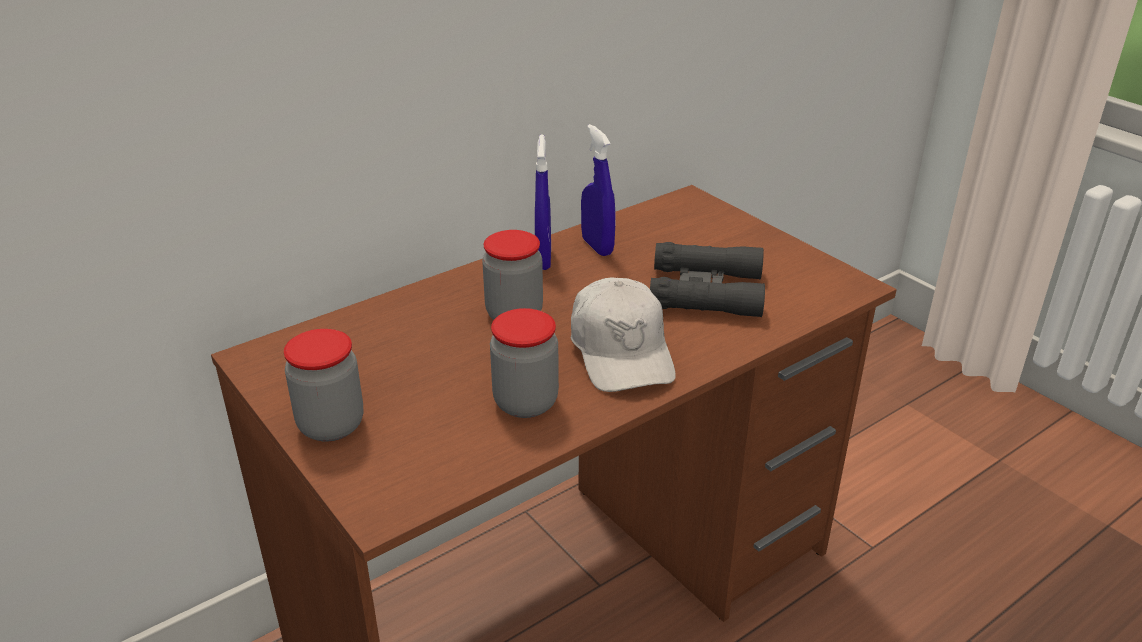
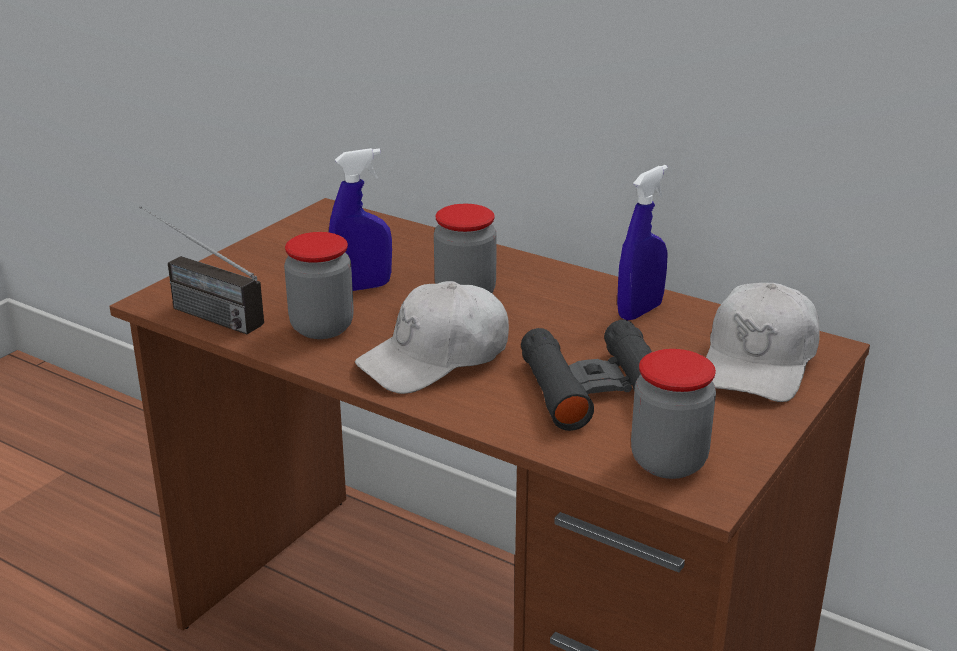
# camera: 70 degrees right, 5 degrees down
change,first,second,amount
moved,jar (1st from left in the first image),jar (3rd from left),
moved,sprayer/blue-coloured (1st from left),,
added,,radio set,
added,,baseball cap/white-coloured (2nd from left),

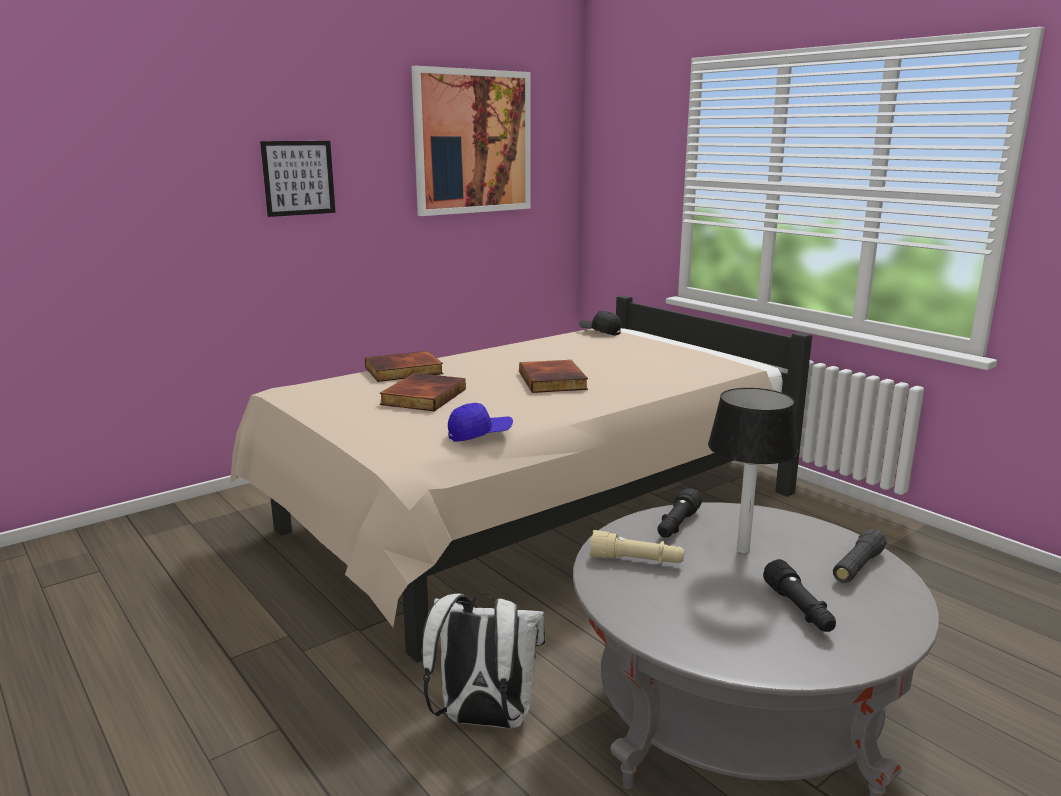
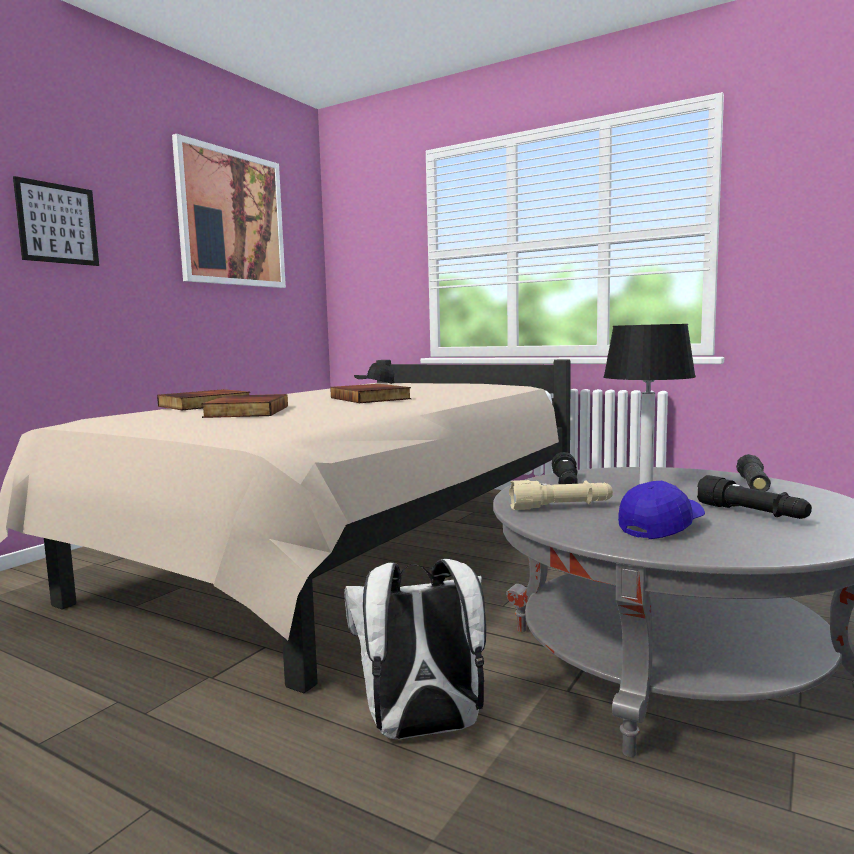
# camera: 20 degrees left, 10 degrees down
change,first,second,amount
moved,baseball cap/blue-coloured,,

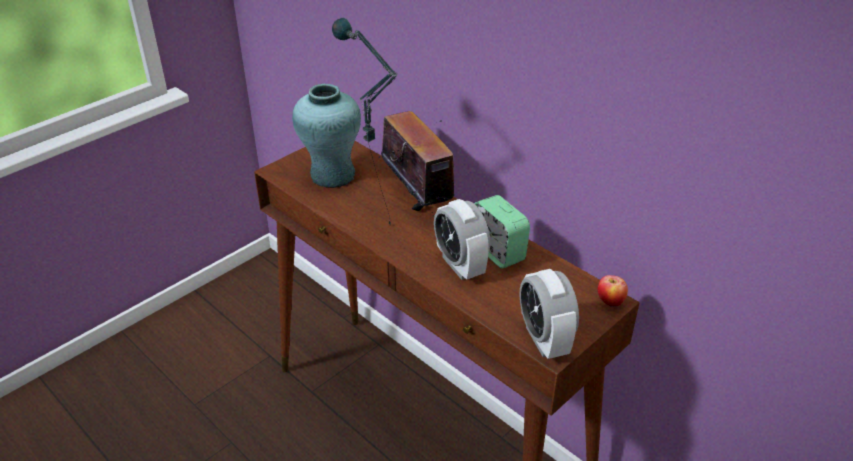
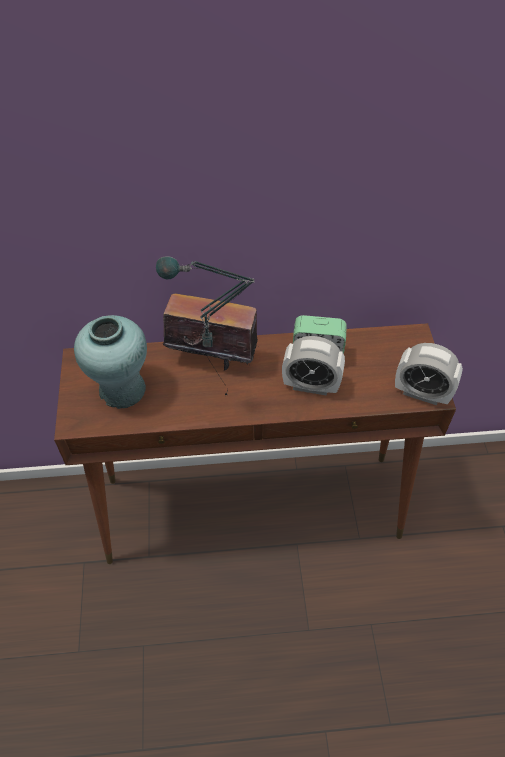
# camera: 50 degrees left, 15 degrees up
change,first,second,amount
removed,whole apple,,

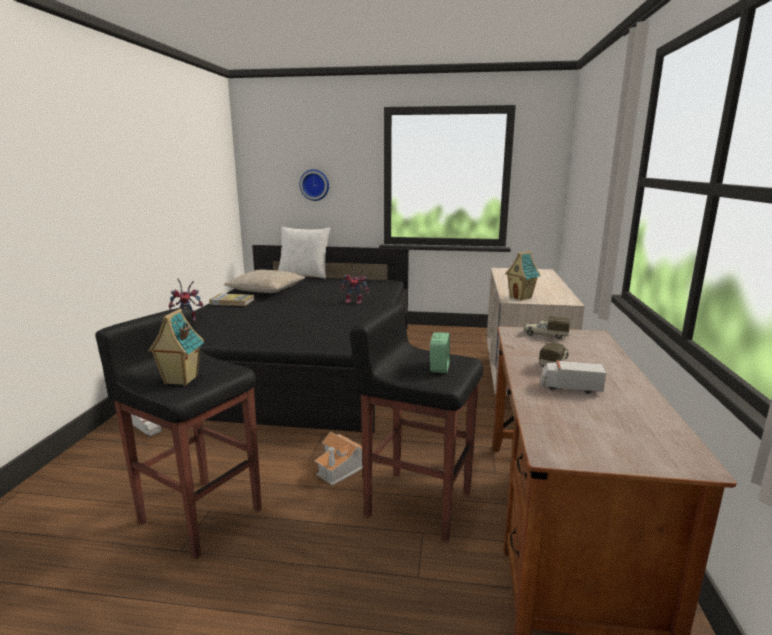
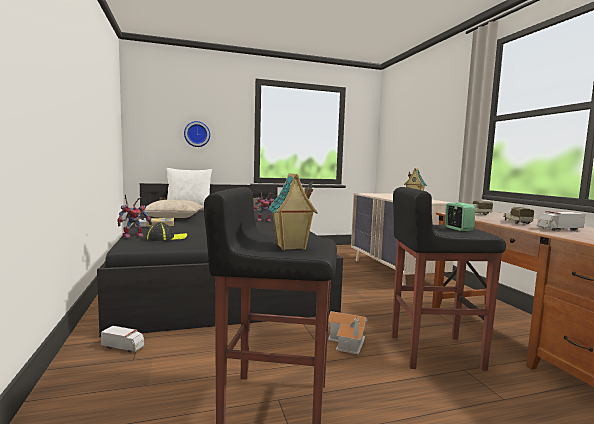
# camera: 25 degrees left, 10 degrees down
change,first,second,amount
added,,baseball cap,

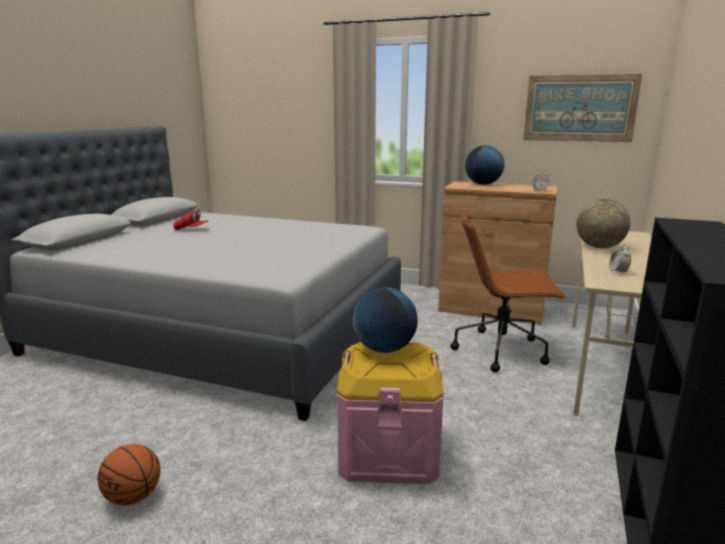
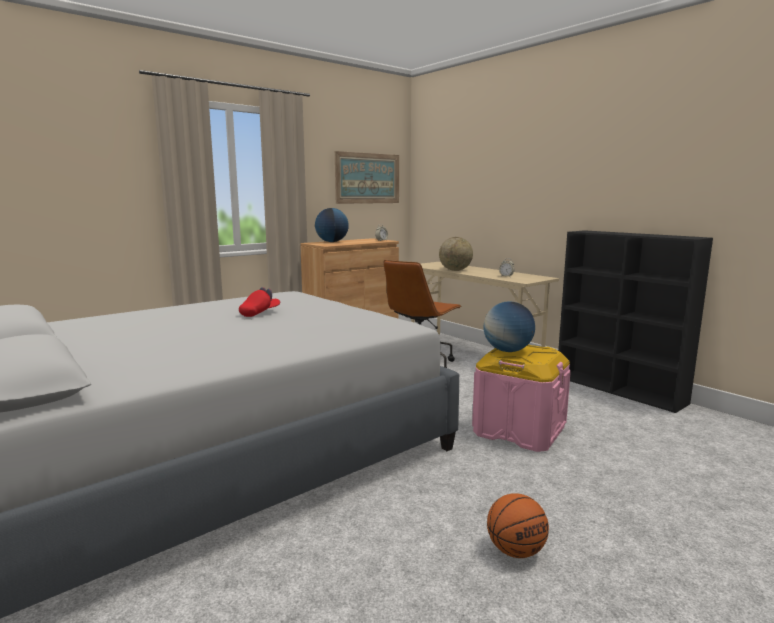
# camera: 60 degrees left, 5 degrees down
change,first,second,amount
moved,baseball cap/red,,

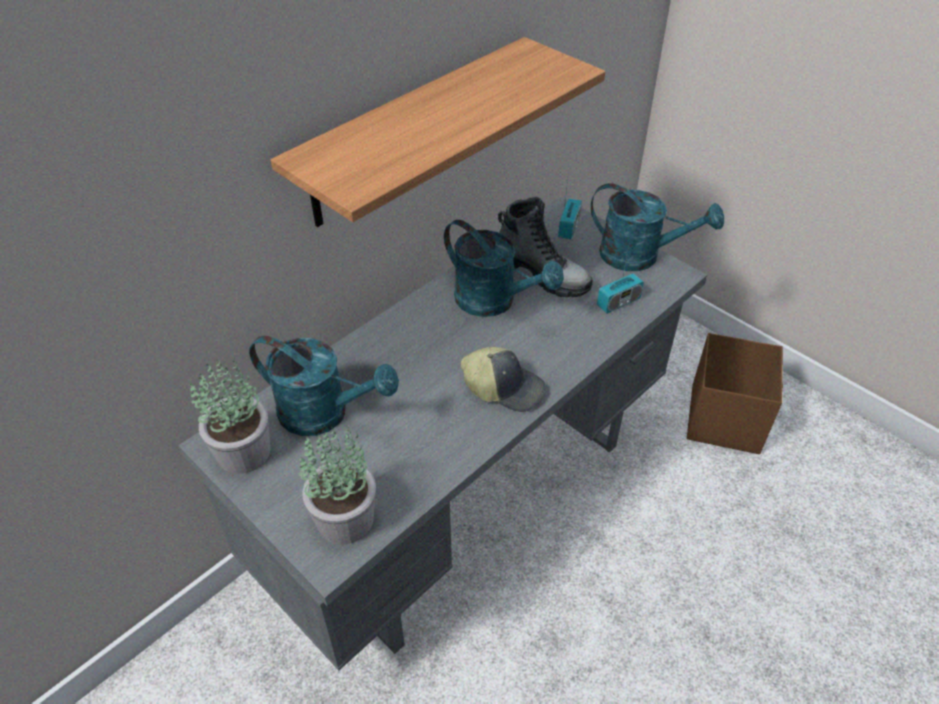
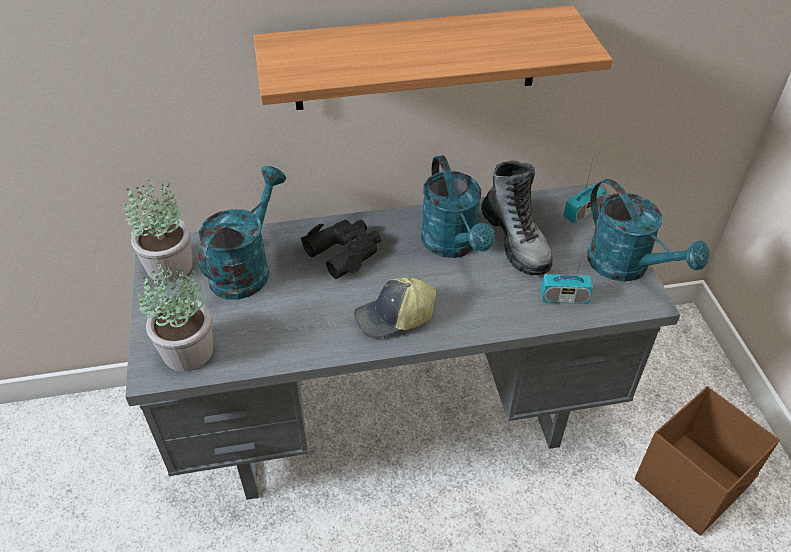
# camera: 35 degrees right, 0 degrees up
change,first,second,amount
turned,watering can/blue-green (1st from left),,120 degrees counterclockwise
turned,baseball cap,,105 degrees clockwise
added,,binoculars/blackish,

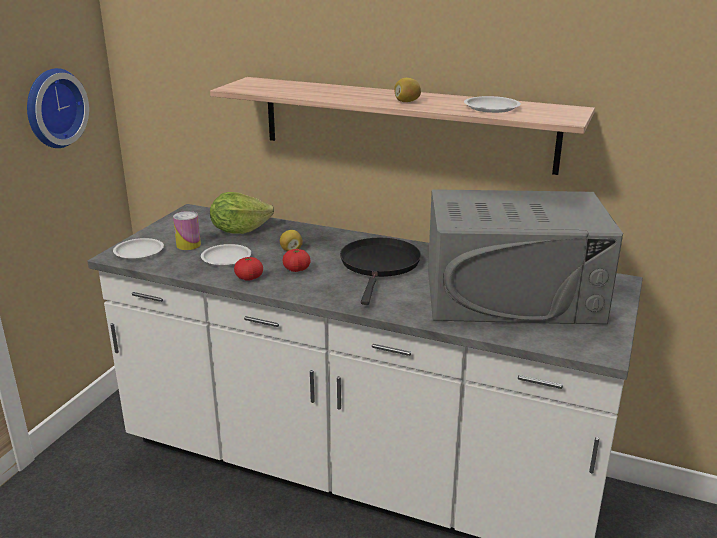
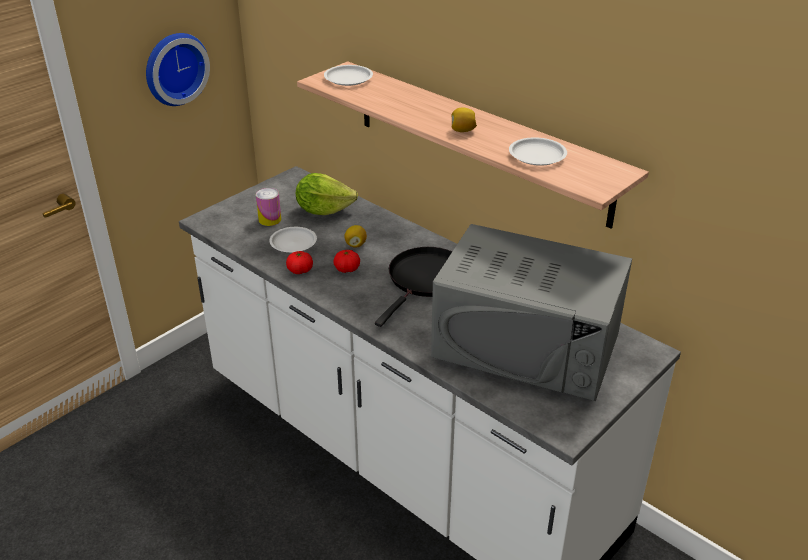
# camera: 20 degrees right, 10 degrees up
change,first,second,amount
moved,flat dish/white-coloured (1st from left in the first image),flat dish/white-coloured (2nd from left),

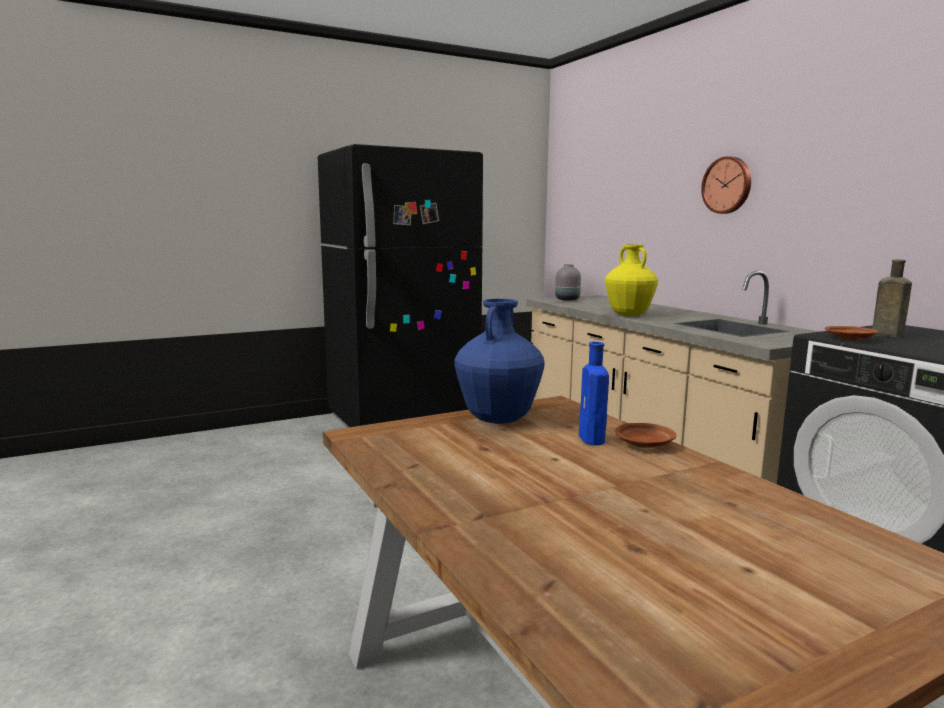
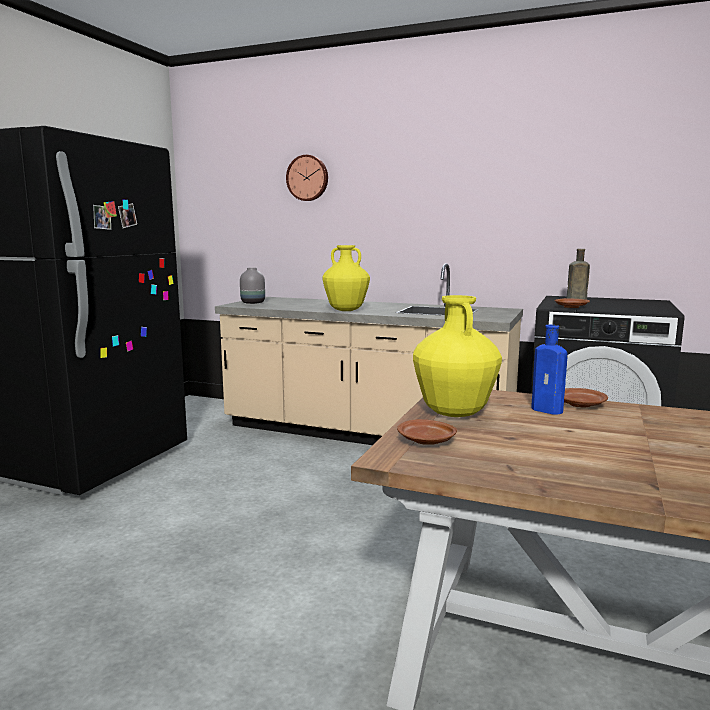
# camera: 40 degrees left, 0 degrees up
change,first,second,amount
recoloured,decorative vase/blue-coloured,decorative vase/yellow-coloured (2nd from left),
moved,wall clock,,
added,,flat dish/brown-coloured (1st from left),

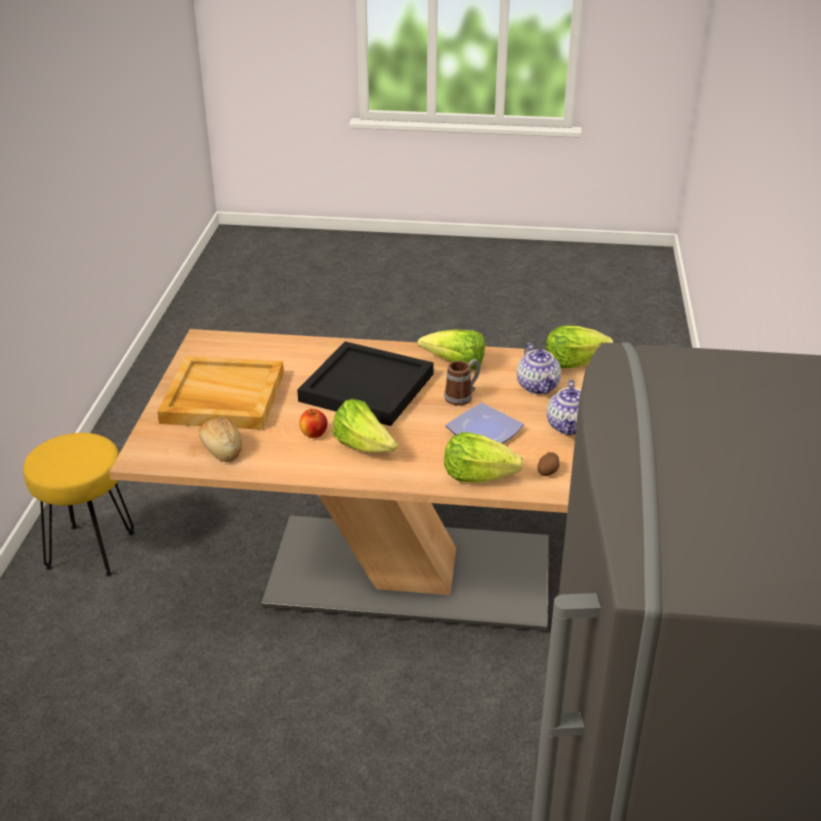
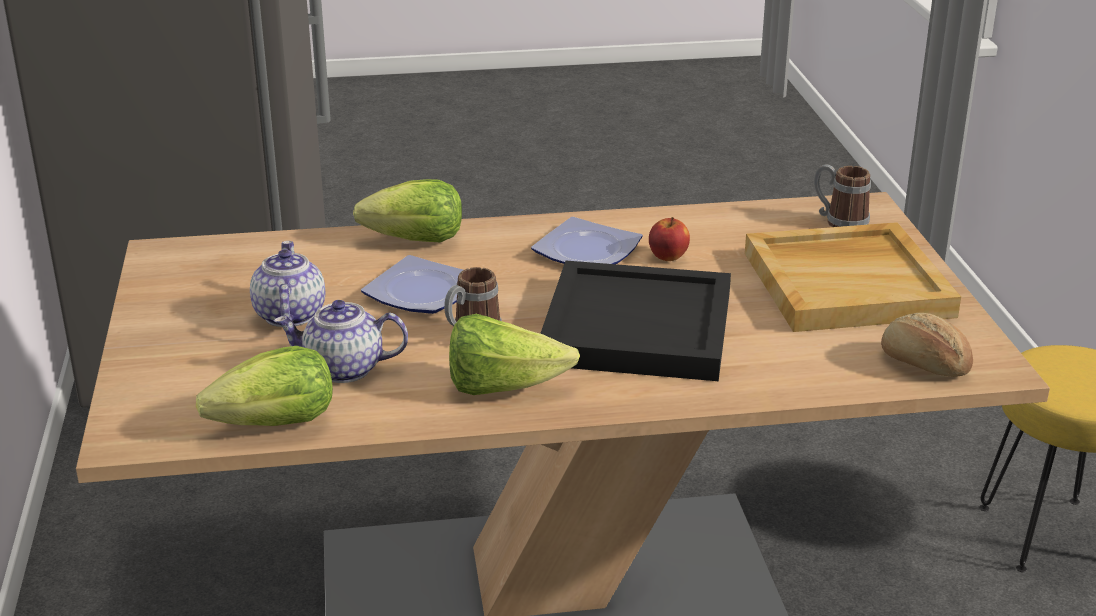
# camera: 165 degrees right, 5 degrees down
change,first,second,amount
moved,bakery bread,,
replaced,lettuce head (1st from left),flat dish (2nd from left),
turned,teapot (1st from left in the first image),teapot (2nd from left),60 degrees counterclockwise
removed,spud,,
added,,mug (2nd from left),

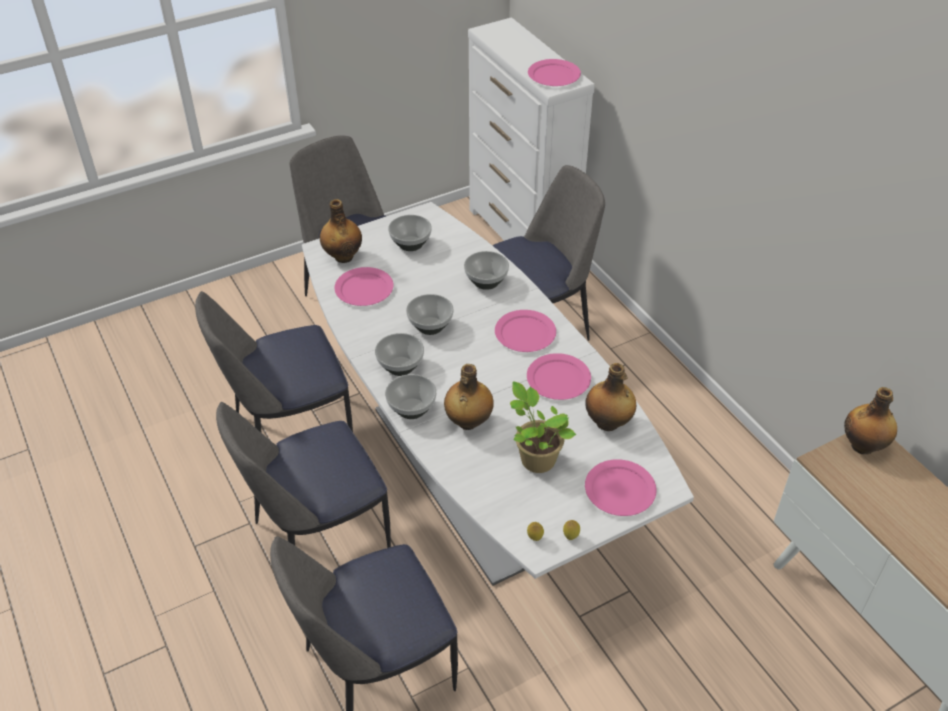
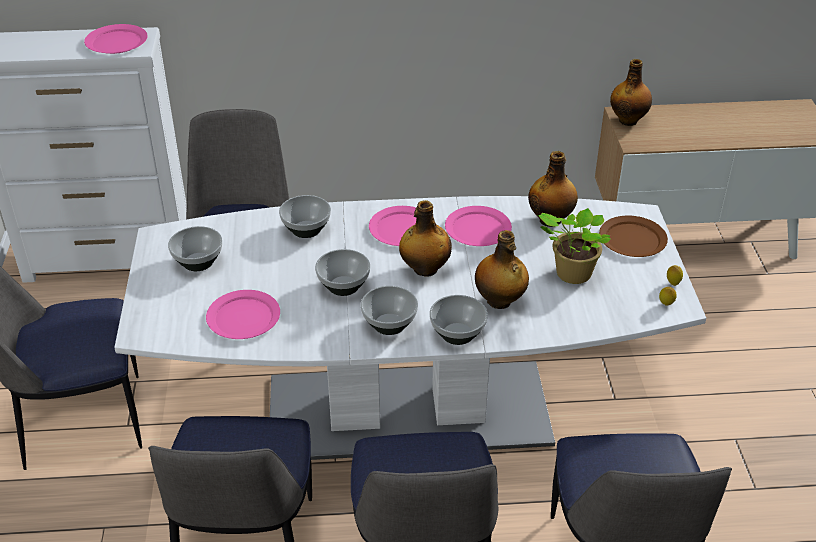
# camera: 65 degrees left, 5 degrees down
change,first,second,amount
moved,beverage bottle (1st from left),,
recoloured,flat dish/pink-coloured (5th from left),flat dish/brown-coloured,

